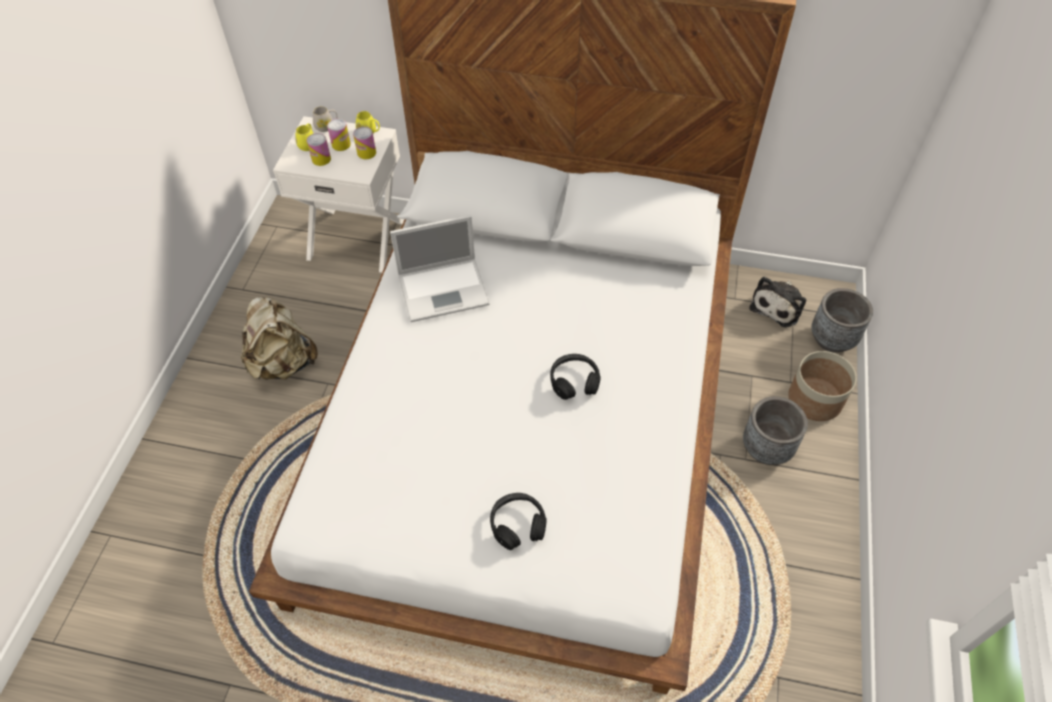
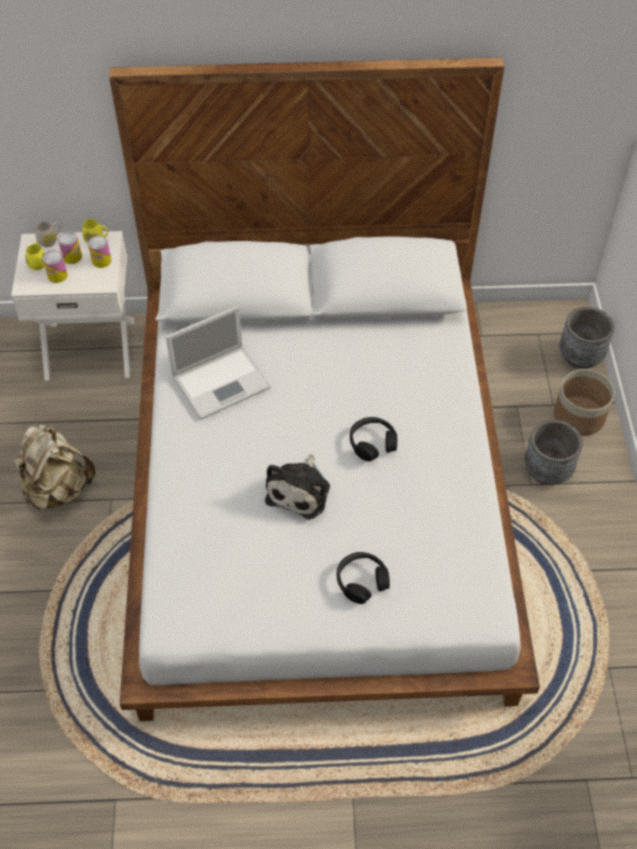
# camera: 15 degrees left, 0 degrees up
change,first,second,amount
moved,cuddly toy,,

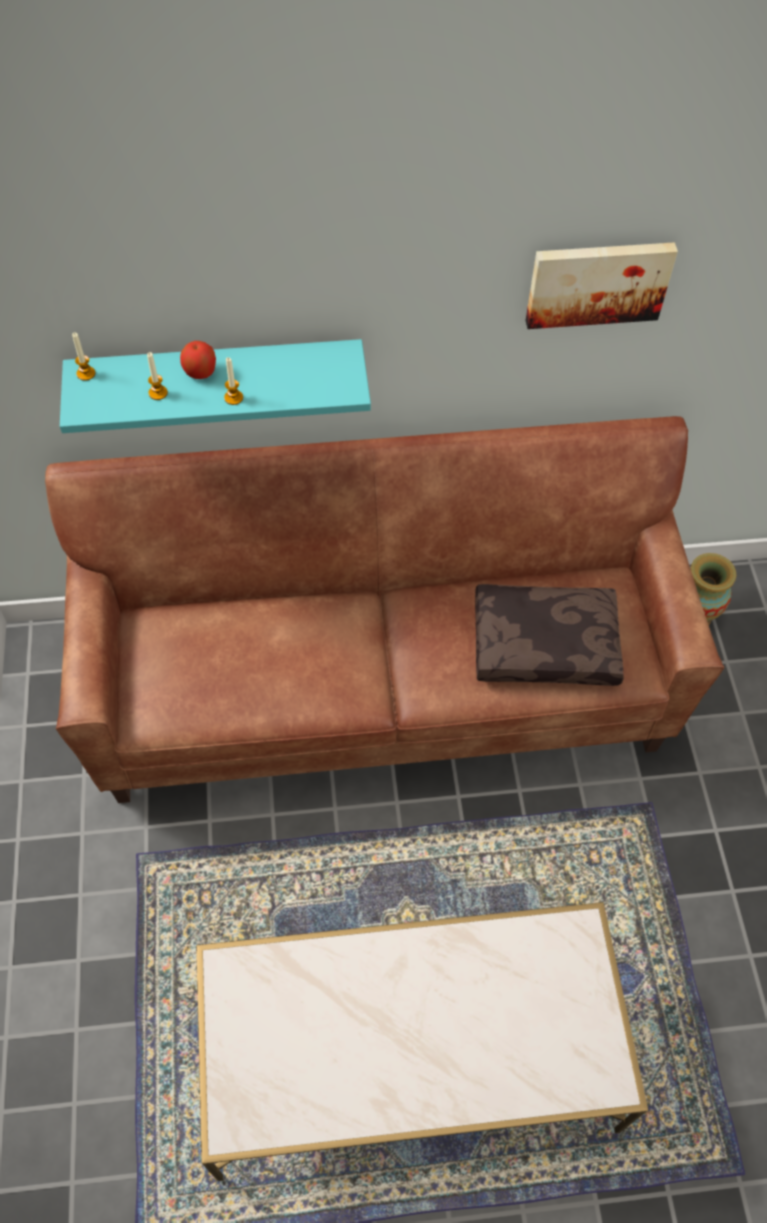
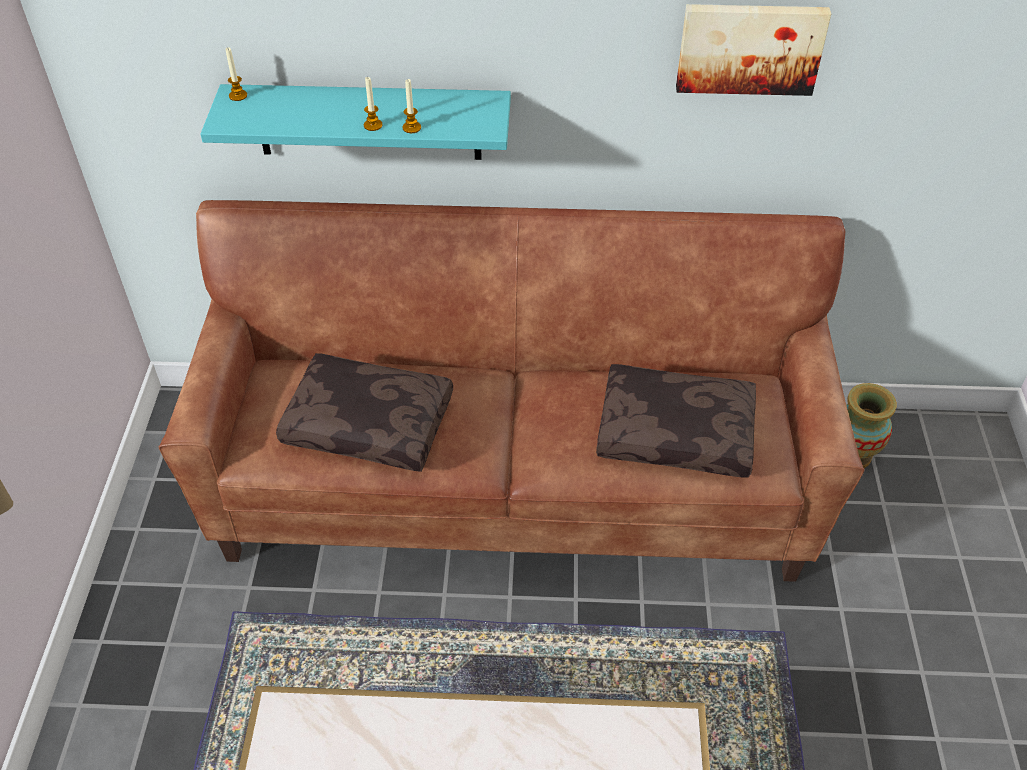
# camera: 10 degrees right, 10 degrees down
change,first,second,amount
moved,wax candle (2nd from left in the first image),wax candle (3rd from left),
removed,whole apple,,
added,,pillow/brown-coloured (1st from left),

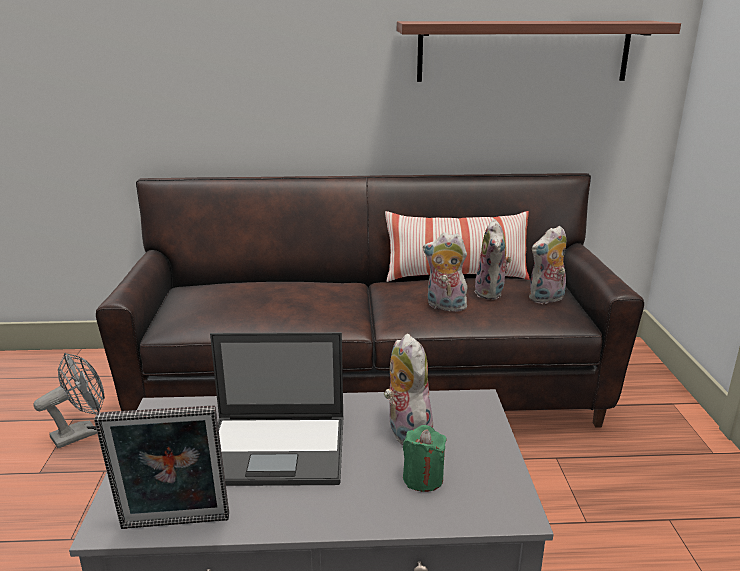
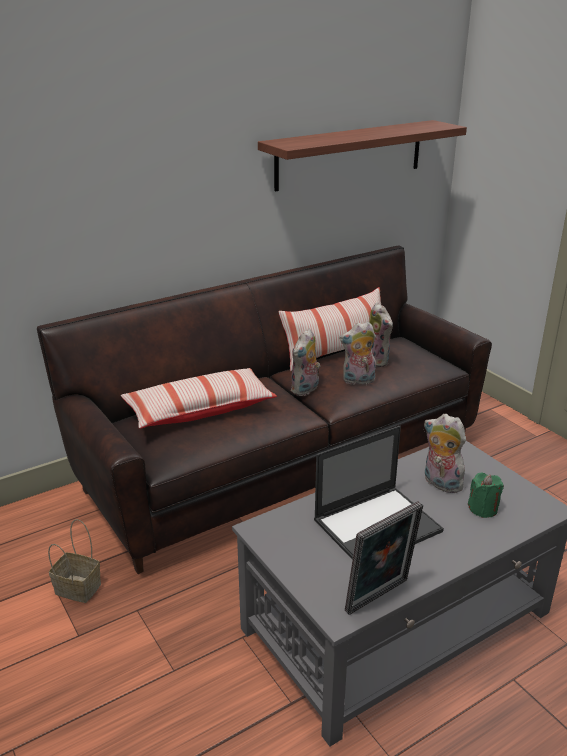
# camera: 30 degrees left, 5 degrees up
change,first,second,amount
replaced,cooling fan/grey,household basket,
moved,cuddly toy (4th from left in the first image),cuddly toy (1st from left),
added,,pillow (1st from left),

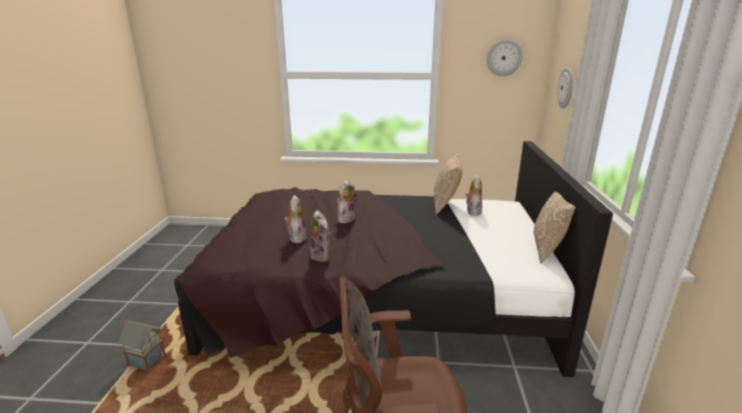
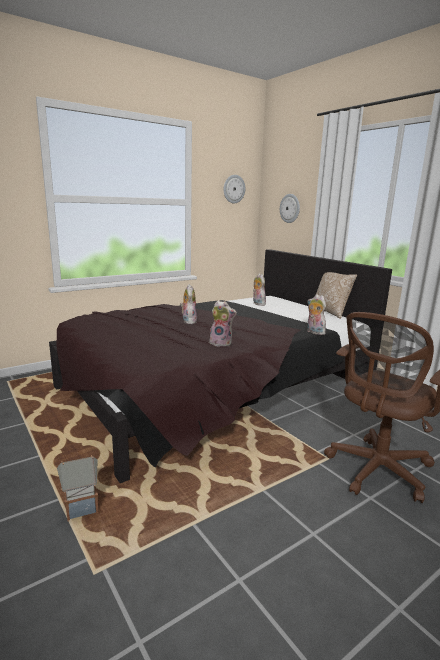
# camera: 40 degrees left, 5 degrees down
change,first,second,amount
moved,cuddly toy (1st from left in the first image),cuddly toy (4th from left),
removed,pillow (1st from left),,

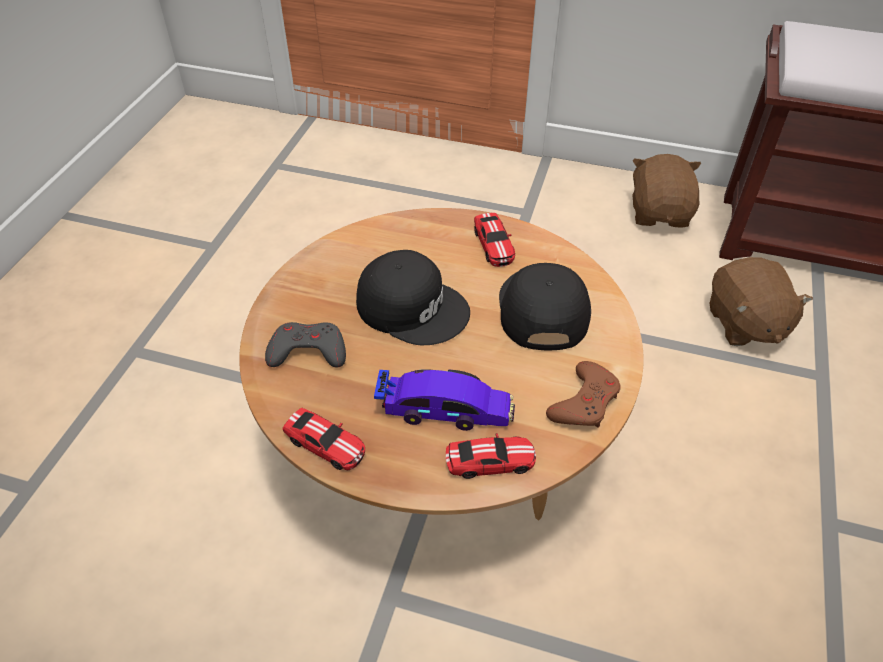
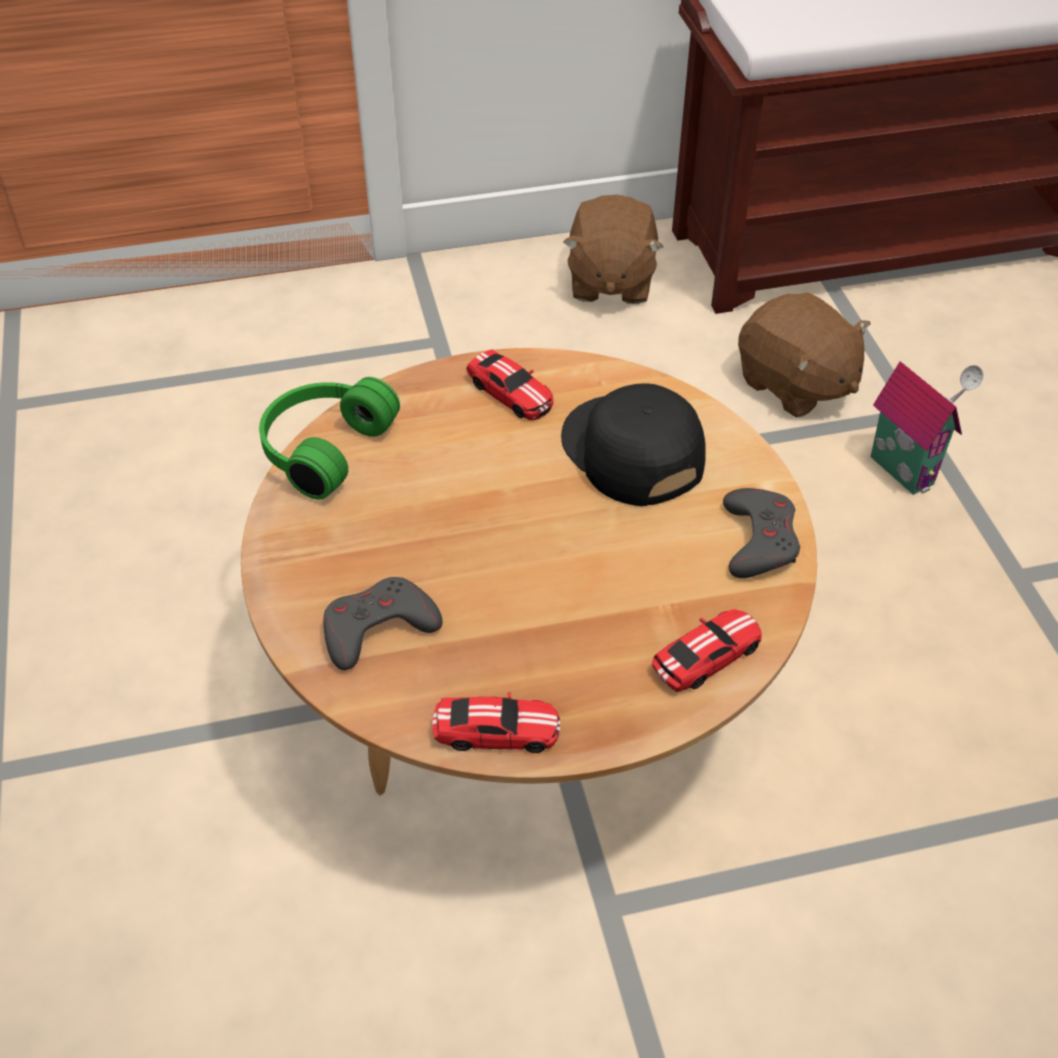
# camera: 30 degrees left, 0 degrees up
change,first,second,amount
removed,baseball cap/blackish (1st from left),,
removed,model car (2nd from left),,
recoloured,gamepad/brown-coloured,gamepad/grey (2nd from left),
turned,cuddly toy/brown-coloured (1st from left),,150 degrees counterclockwise
added,,headset/green-coloured,
added,,toy house,

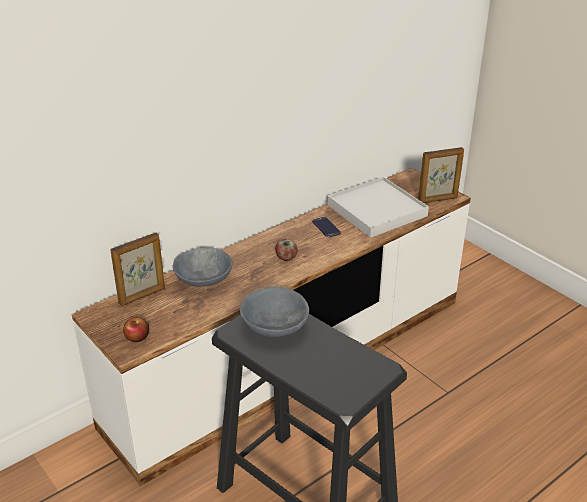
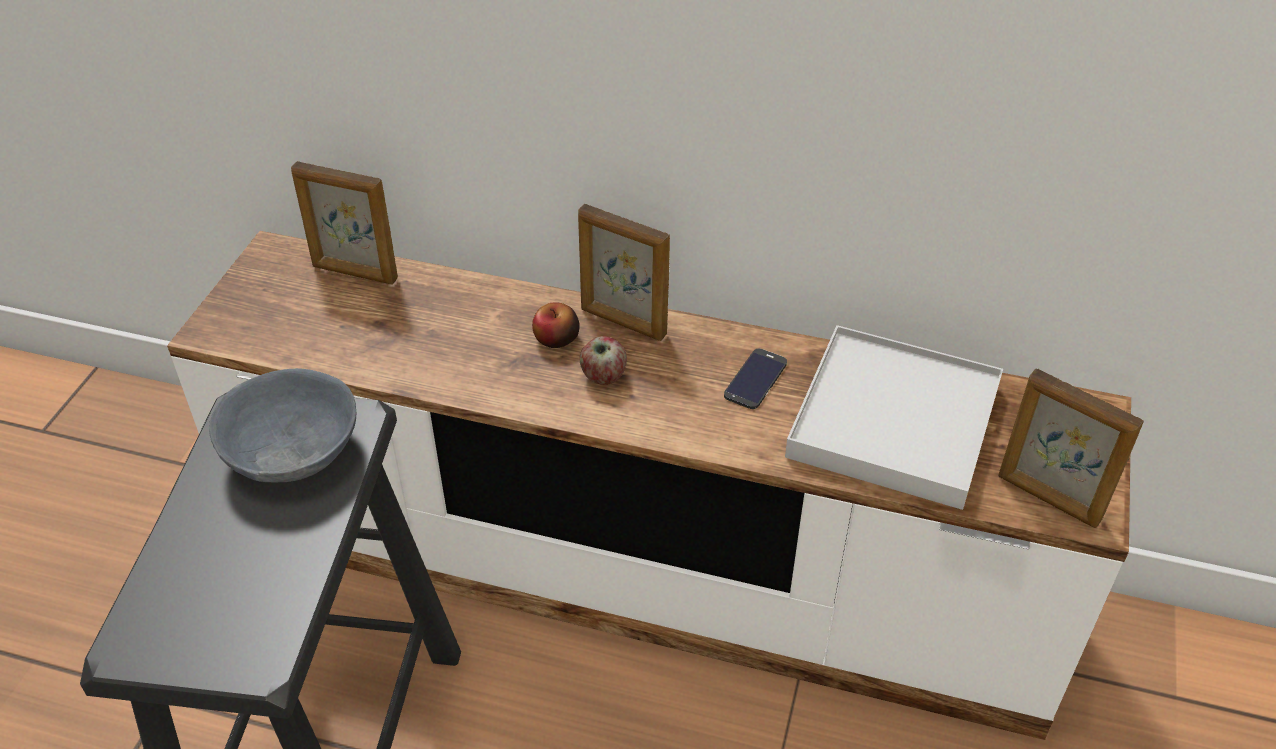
# camera: 55 degrees right, 10 degrees up
change,first,second,amount
moved,whole apple (1st from left),,
removed,serving bowl/grey (1st from left),,
added,,photo frame (2nd from left),

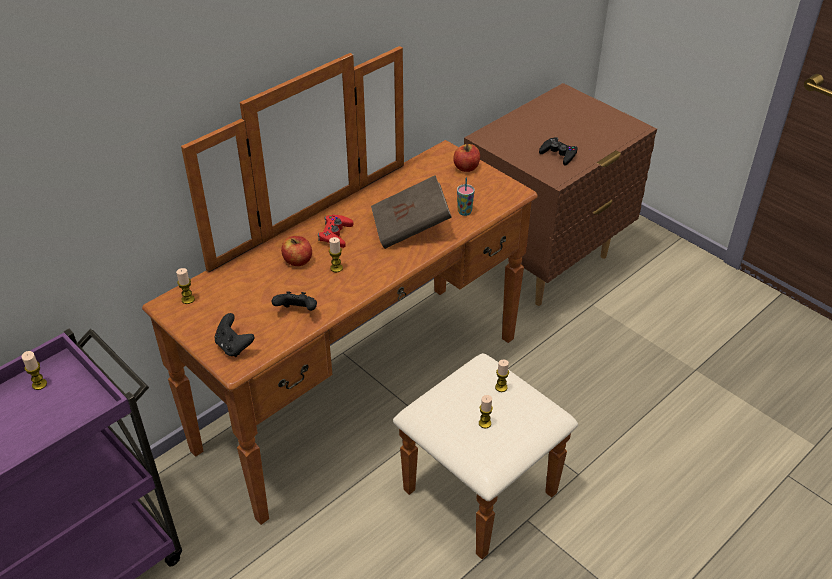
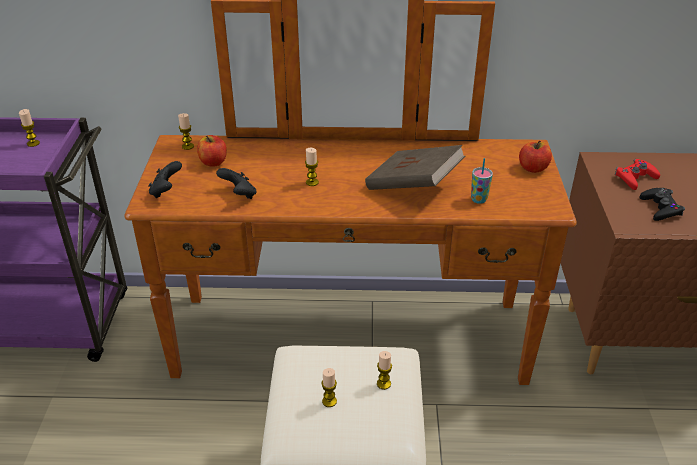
# camera: 45 degrees right, 5 degrees down
change,first,second,amount
moved,whole apple (1st from left),,
moved,gamepad/red,,

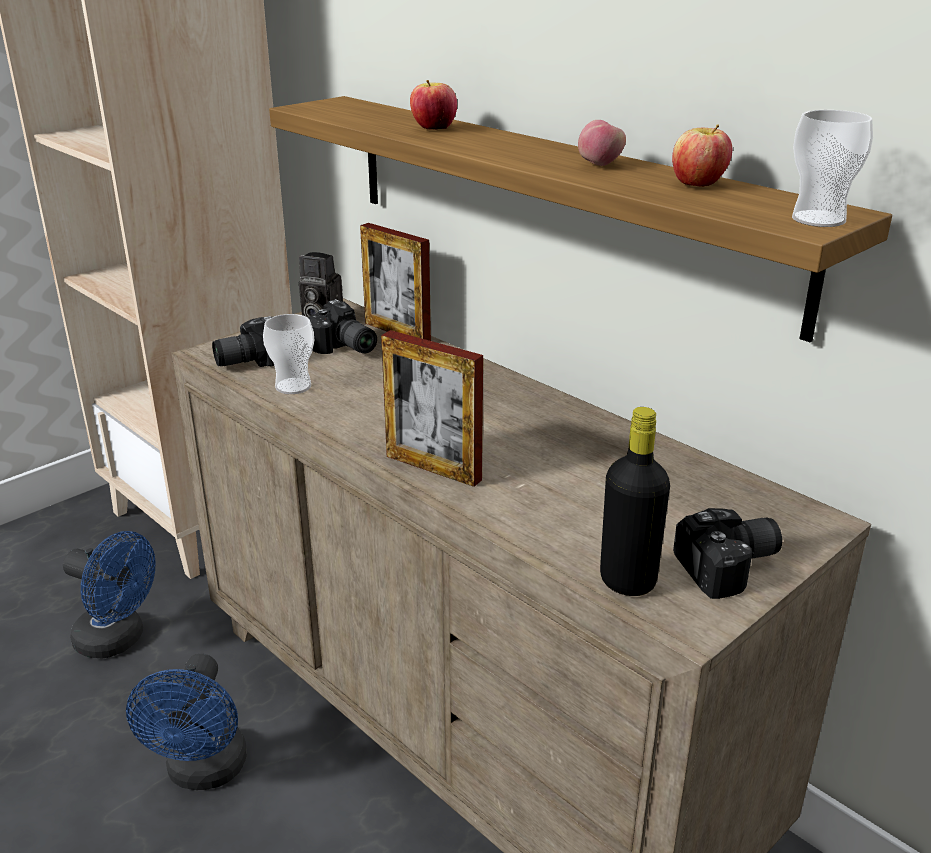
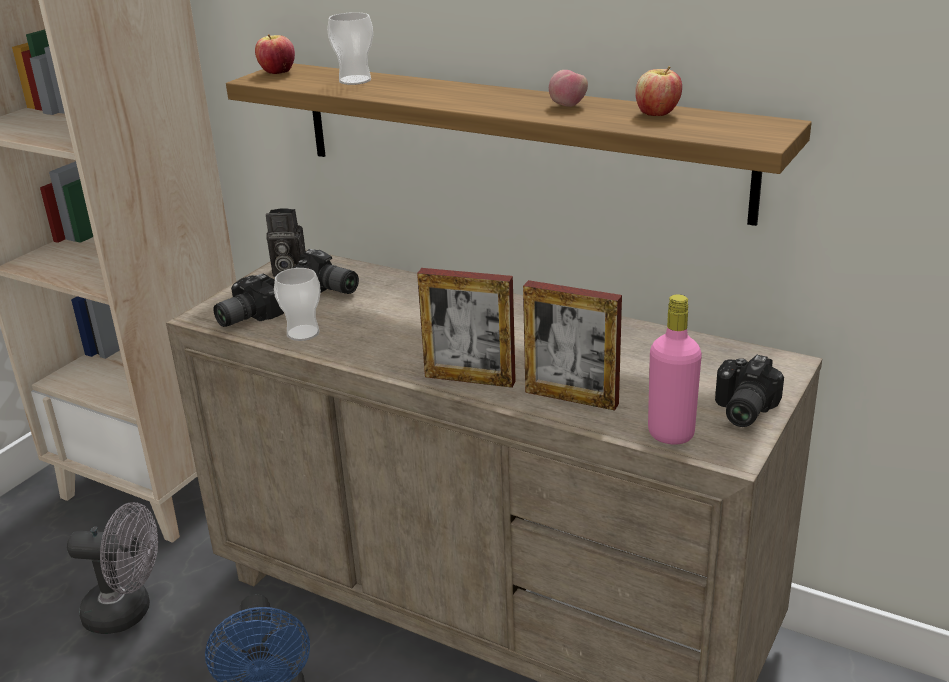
# camera: 15 degrees left, 0 degrees up
change,first,second,amount
recoloured,cooling fan/blue-coloured (1st from left),cooling fan/grey,
moved,photo frame (1st from left in the first image),photo frame (2nd from left),
moved,whole apple (1st from left),,
recoloured,beverage bottle/blackish,beverage bottle/pink-coloured,
turned,still camera (4th from left),,150 degrees clockwise
moved,drinking cup (2nd from left),,

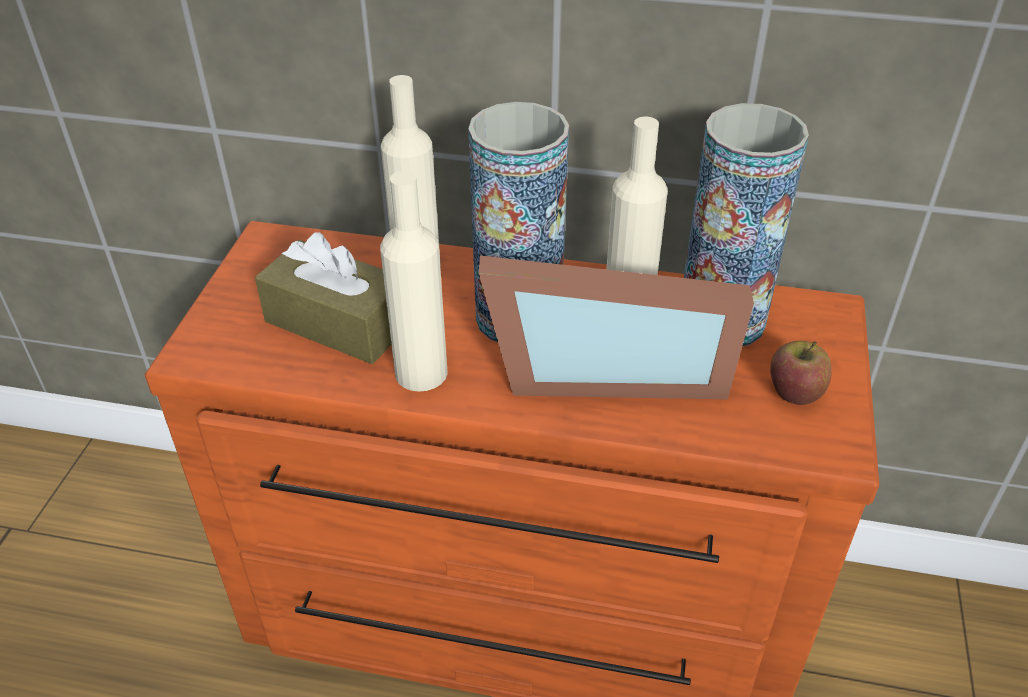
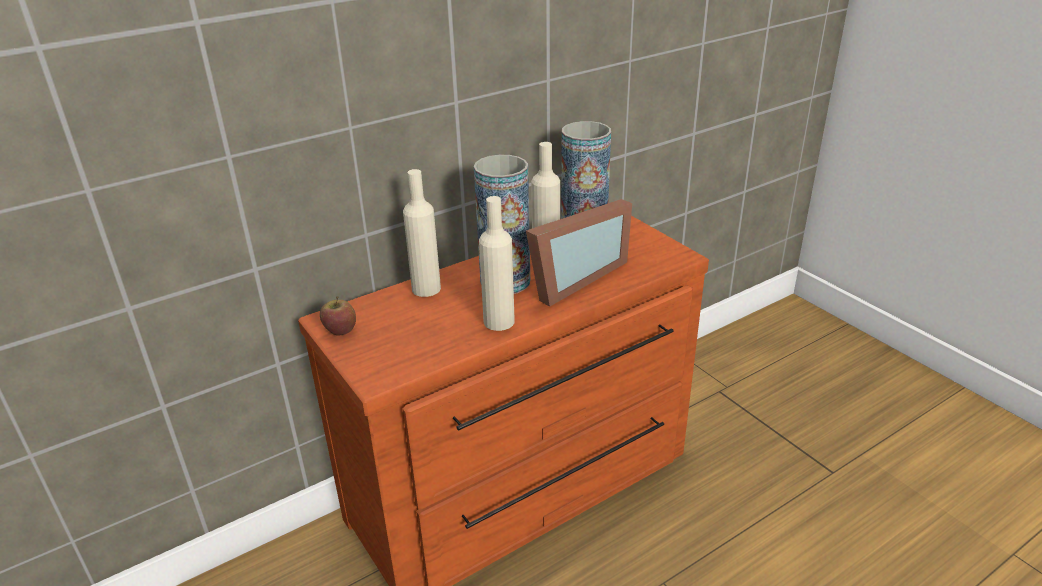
# camera: 45 degrees left, 10 degrees down
change,first,second,amount
removed,box of tissues/brown-coloured,,
moved,whole apple,,

